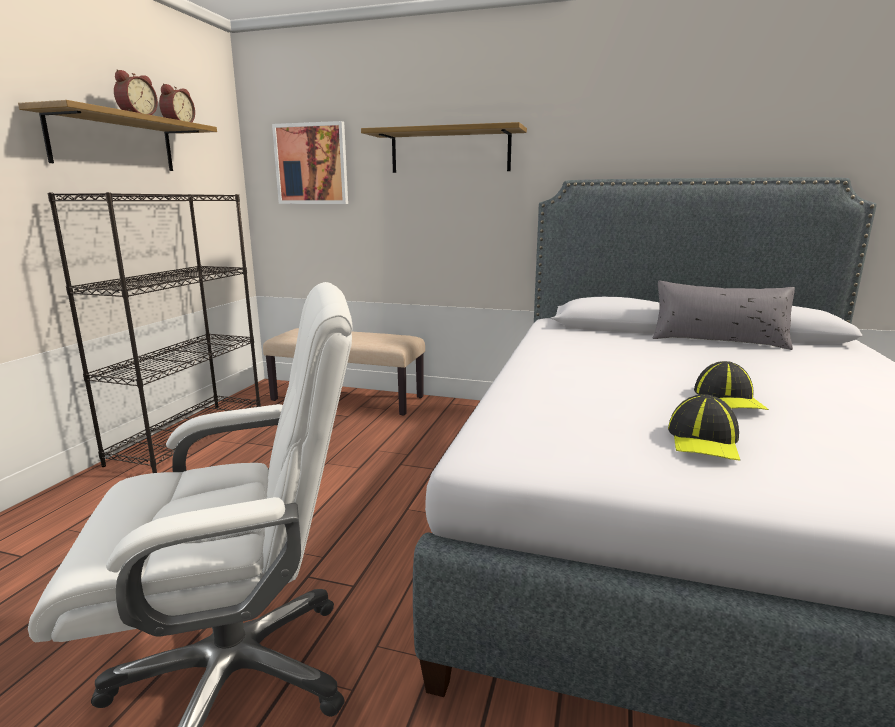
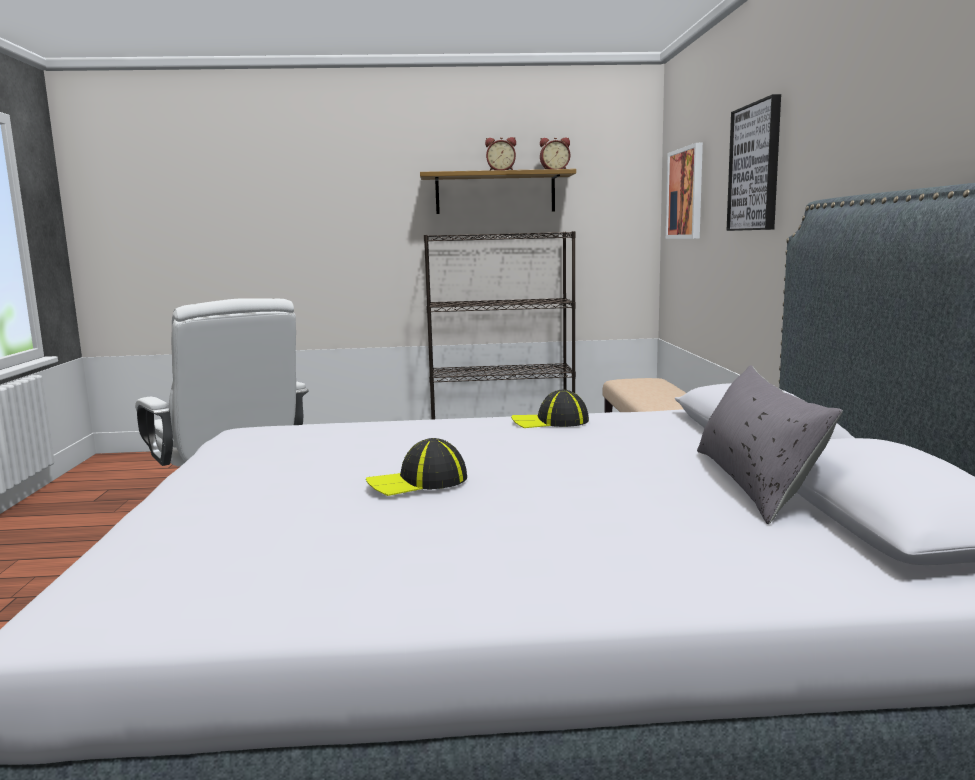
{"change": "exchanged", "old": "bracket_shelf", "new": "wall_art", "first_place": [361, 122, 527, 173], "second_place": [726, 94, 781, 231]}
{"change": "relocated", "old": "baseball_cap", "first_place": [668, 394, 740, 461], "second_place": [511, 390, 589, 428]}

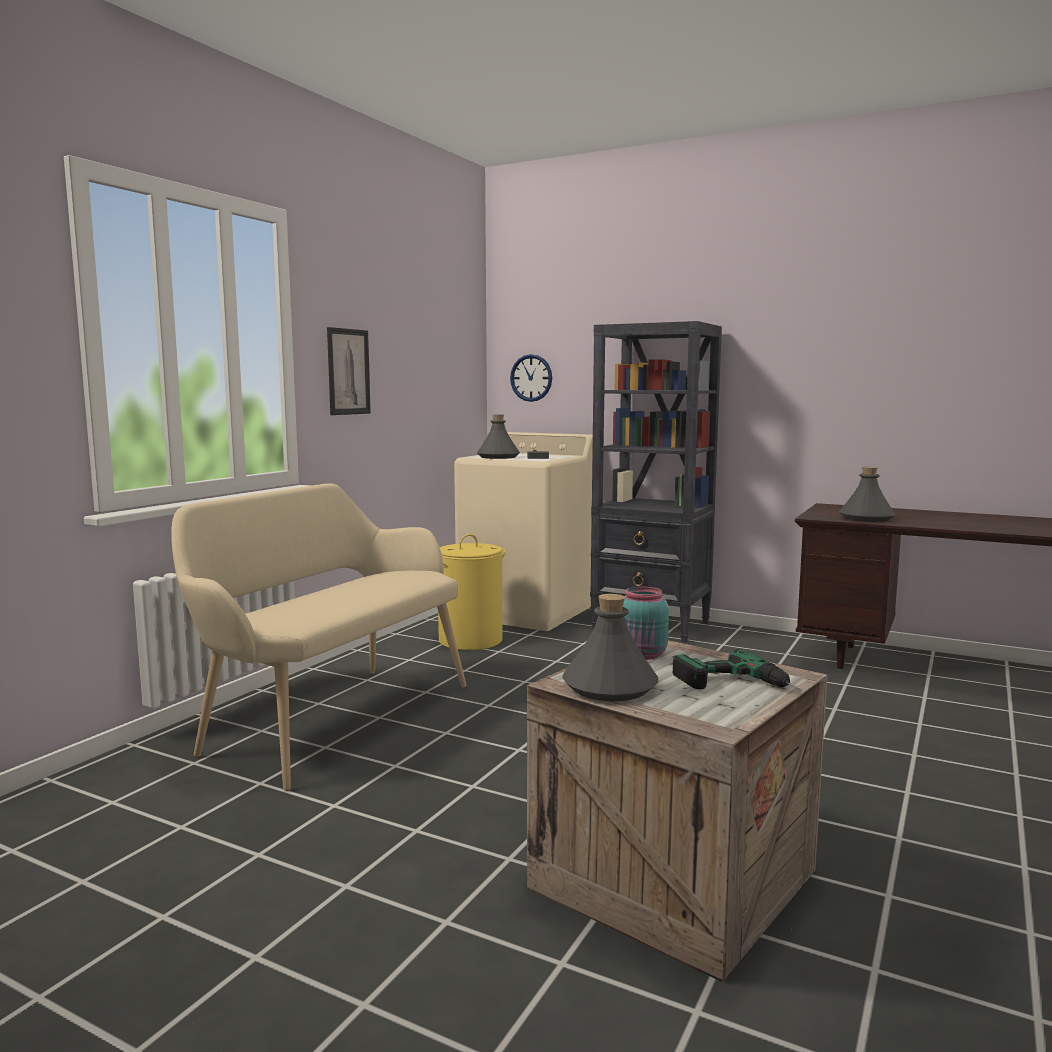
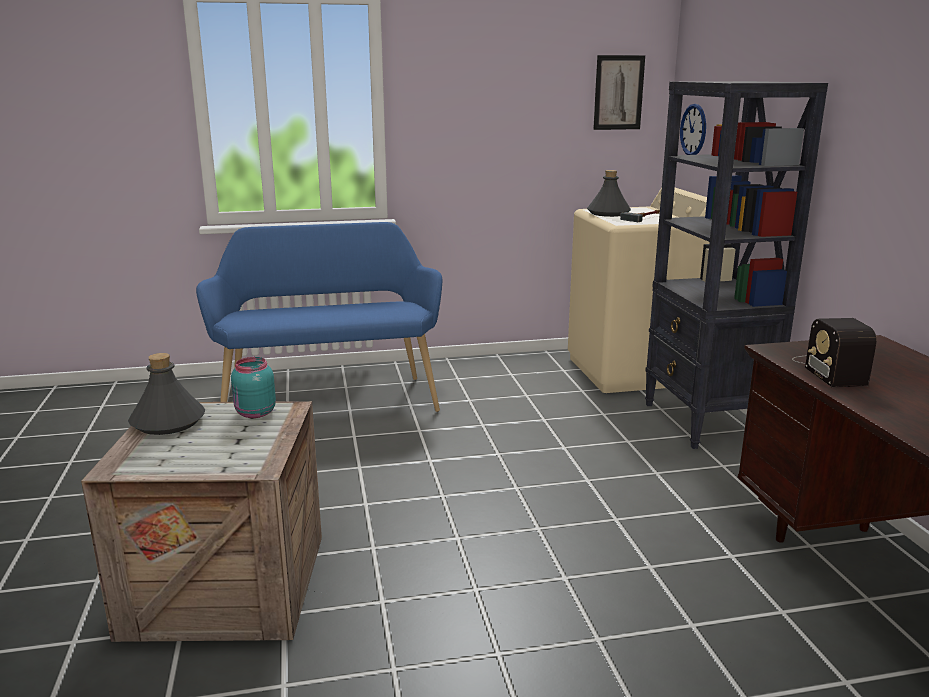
{"change": "relocated", "old": "wall_art", "first_place": [327, 327, 371, 415], "second_place": [593, 55, 645, 130]}
{"change": "exchanged", "old": "grey_bottle", "new": "radio_receiver", "first_place": [839, 467, 895, 522], "second_place": [792, 318, 877, 387]}
{"change": "colour", "old": "beige_long_seat", "new": "blue_long_seat", "first_place": [171, 483, 466, 791], "second_place": [196, 222, 442, 412]}
{"change": "missing", "old": "yellowish_laundry_basket", "first_place": [438, 534, 506, 650]}
{"change": "missing", "old": "drill", "first_place": [673, 649, 801, 690]}

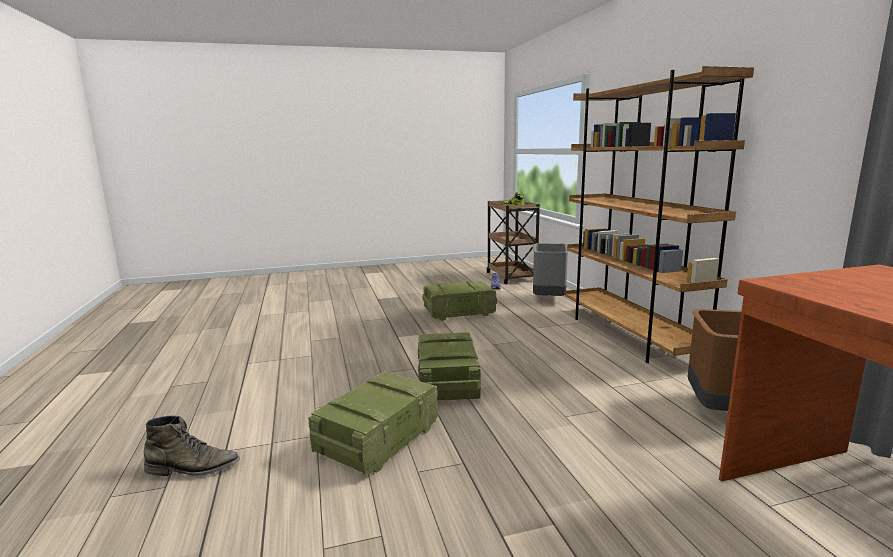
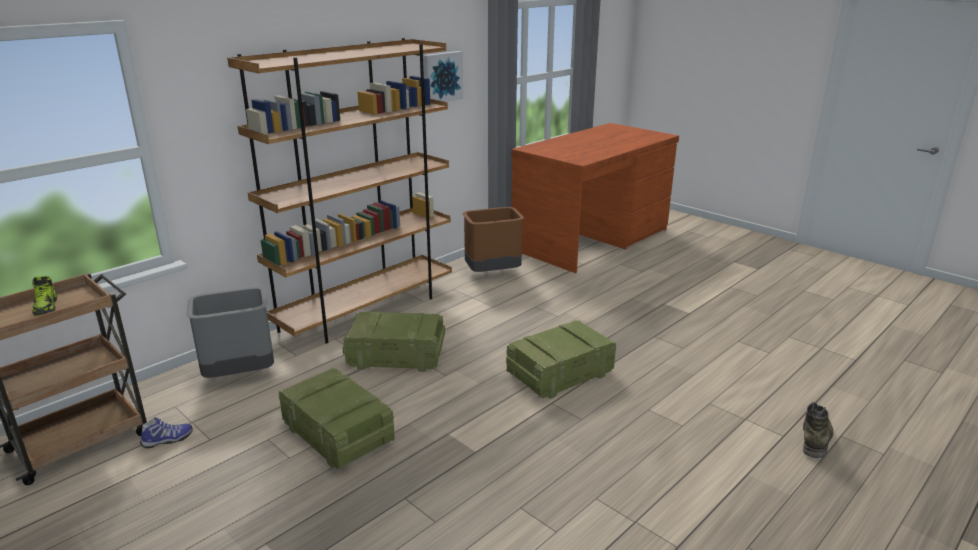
{"change": "relocated", "old": "crate", "first_place": [308, 371, 438, 475], "second_place": [342, 312, 445, 372]}
{"change": "spun", "old": "greenish_boot", "first_place": [144, 416, 240, 476], "second_place": [803, 402, 833, 458], "degrees": 60}
{"change": "appeared", "new": "wall_art", "second_place": [423, 51, 463, 102]}

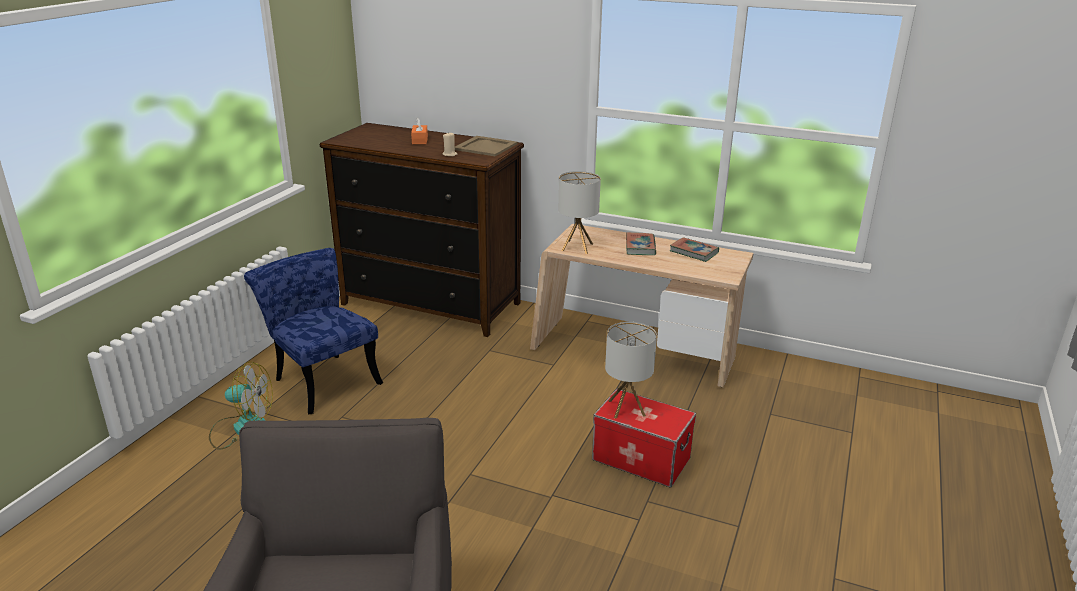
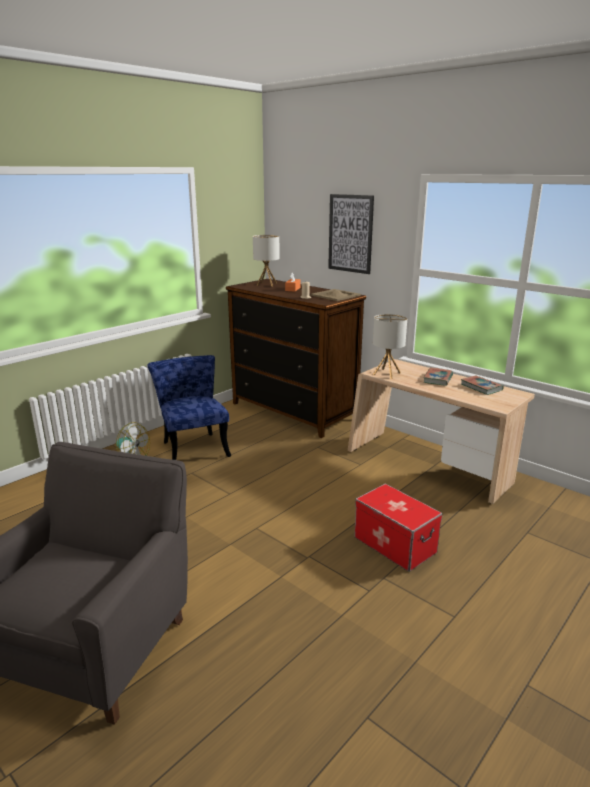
{"change": "relocated", "old": "tabletop_lamp", "first_place": [605, 322, 657, 418], "second_place": [253, 235, 280, 287]}
{"change": "appeared", "new": "wall_art", "second_place": [328, 194, 374, 274]}

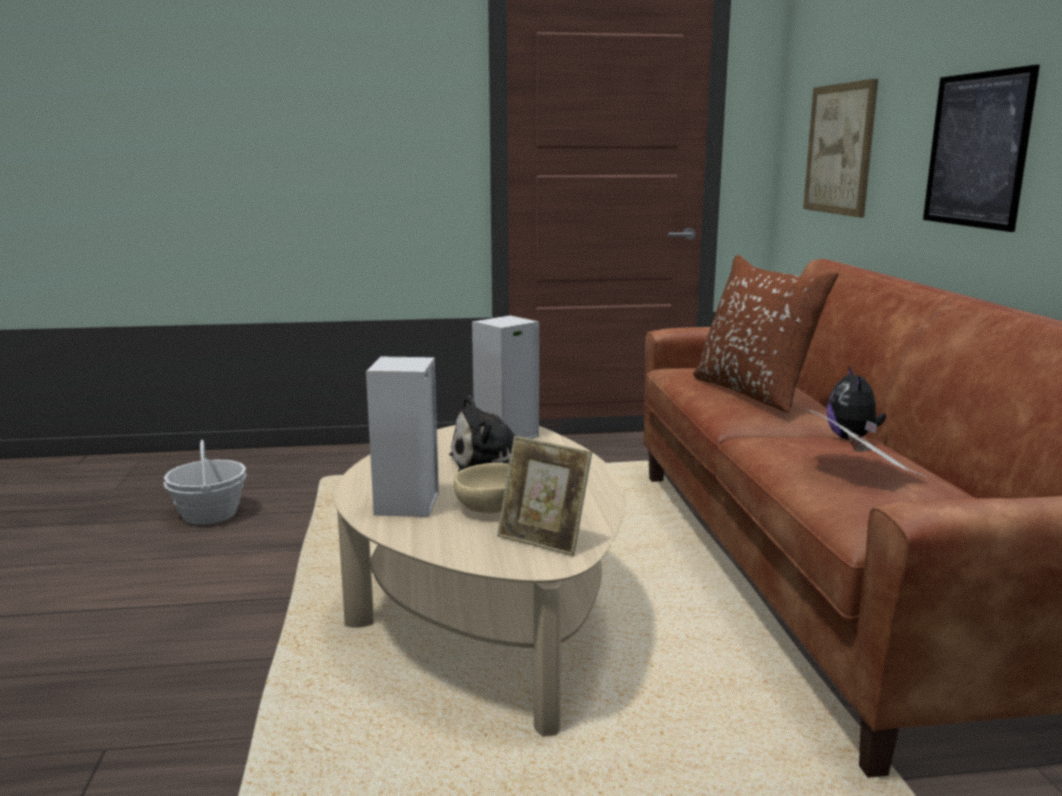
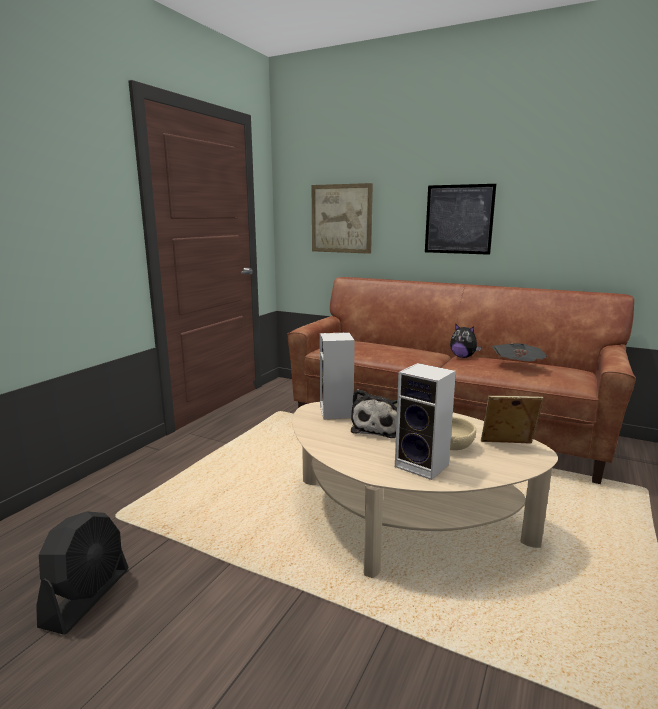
{"change": "missing", "old": "brown_throw_pillow", "first_place": [693, 255, 839, 413]}
{"change": "spun", "old": "standing_frame", "first_place": [497, 436, 592, 556], "second_place": [481, 396, 543, 444], "degrees": -150}
{"change": "exchanged", "old": "basket", "new": "black_cooling_fan", "first_place": [163, 440, 247, 525], "second_place": [36, 511, 128, 635]}

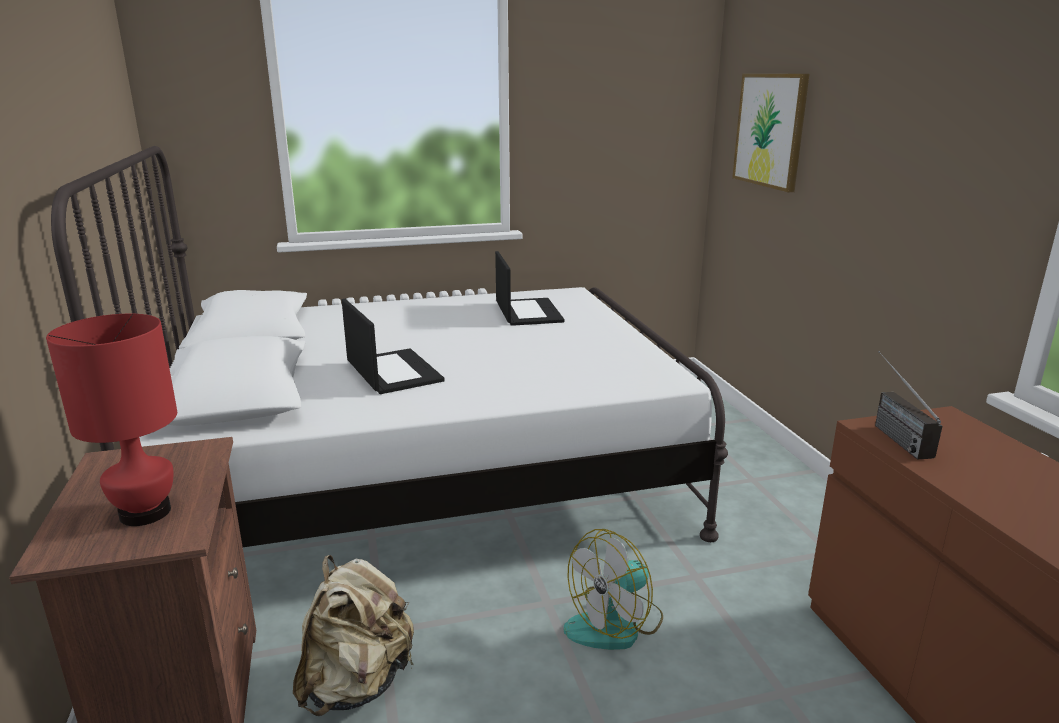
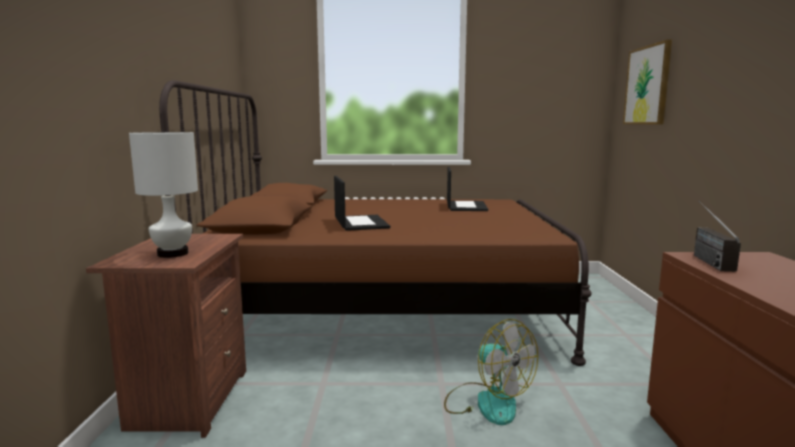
{"change": "colour", "old": "white-coloured_sleeping_bed", "new": "brown_sleeping_bed", "first_place": [51, 146, 728, 547], "second_place": [159, 80, 592, 366]}
{"change": "colour", "old": "red_tabletop_lamp", "new": "white-coloured_tabletop_lamp", "first_place": [46, 314, 177, 526], "second_place": [129, 132, 198, 258]}
{"change": "spun", "old": "cooling_fan", "first_place": [564, 529, 663, 650], "second_place": [444, 319, 538, 425], "degrees": -105}
{"change": "missing", "old": "beige_knapsack", "first_place": [293, 555, 414, 716]}

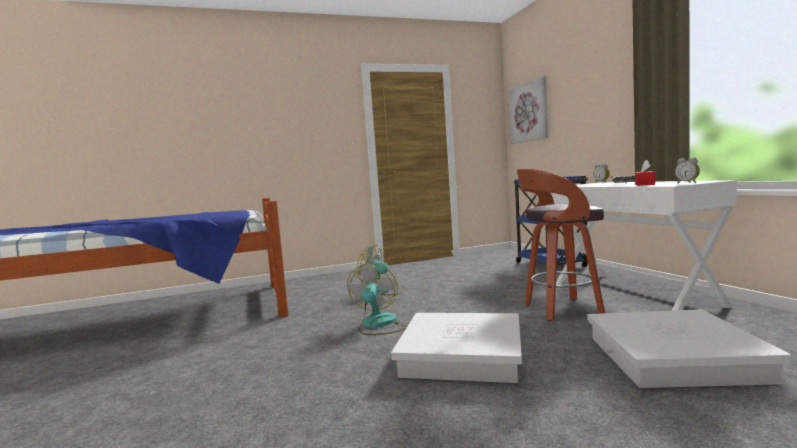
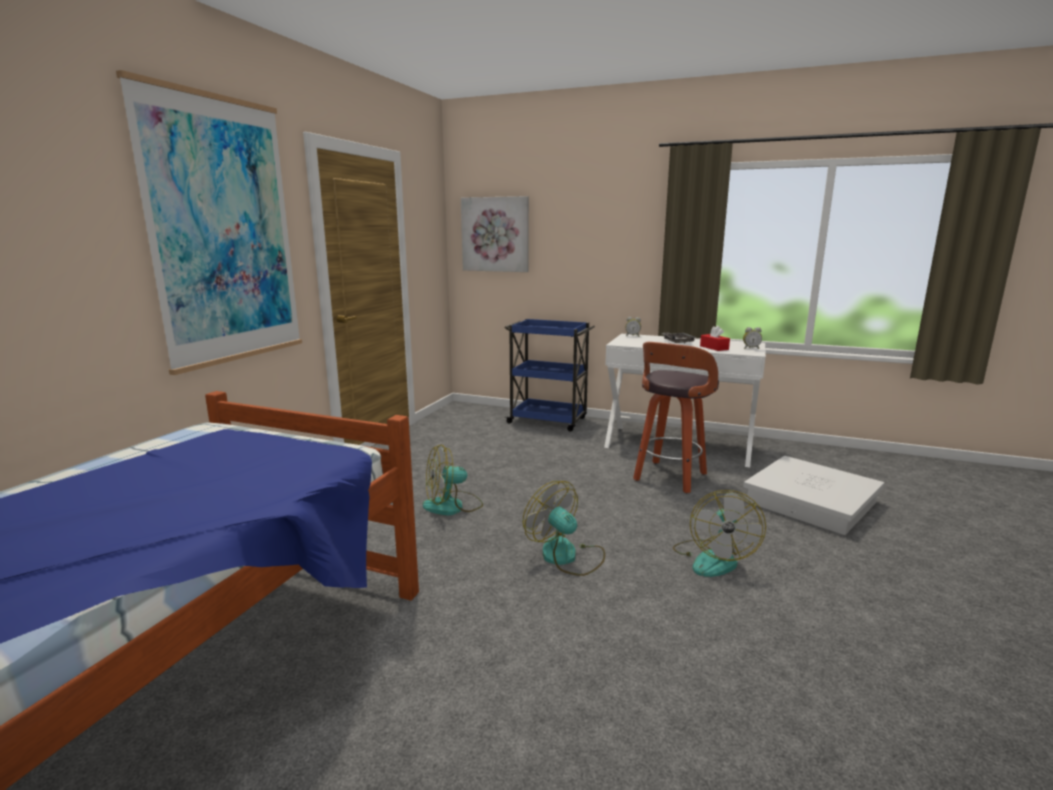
{"change": "exchanged", "old": "white-coloured_storage_box", "new": "cooling_fan", "first_place": [391, 313, 522, 383], "second_place": [673, 490, 766, 577]}
{"change": "appeared", "new": "wall_art", "second_place": [116, 70, 302, 375]}

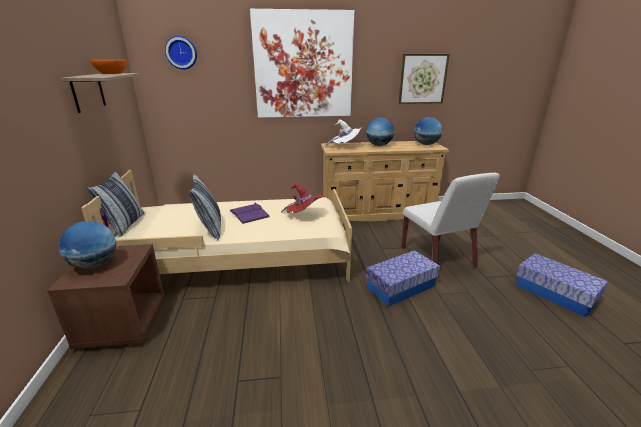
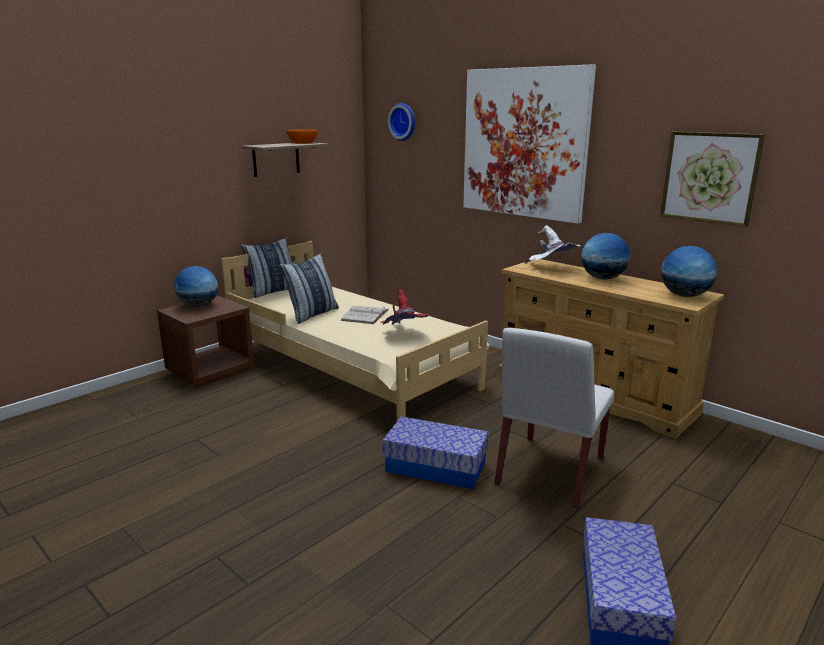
{"change": "colour", "old": "purplish_book", "new": "white-coloured_book", "first_place": [230, 203, 270, 224], "second_place": [340, 306, 388, 324]}

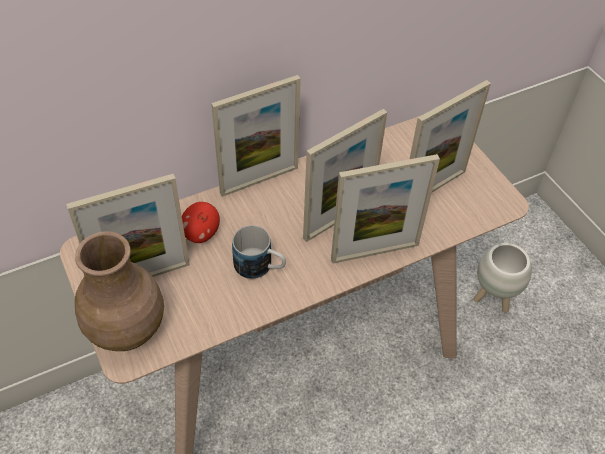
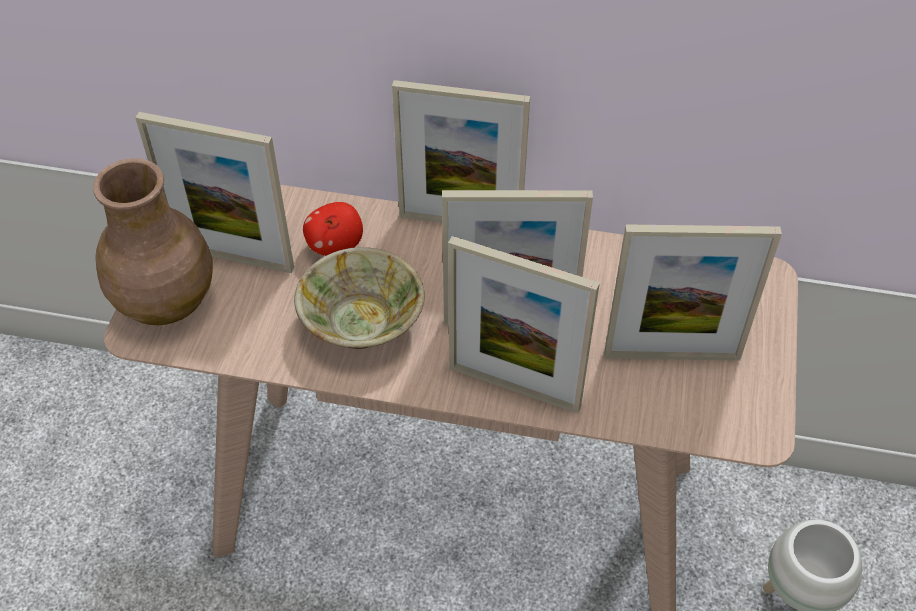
{"change": "exchanged", "old": "mug", "new": "beige_deep_dish", "first_place": [232, 225, 286, 279], "second_place": [294, 247, 425, 349]}

